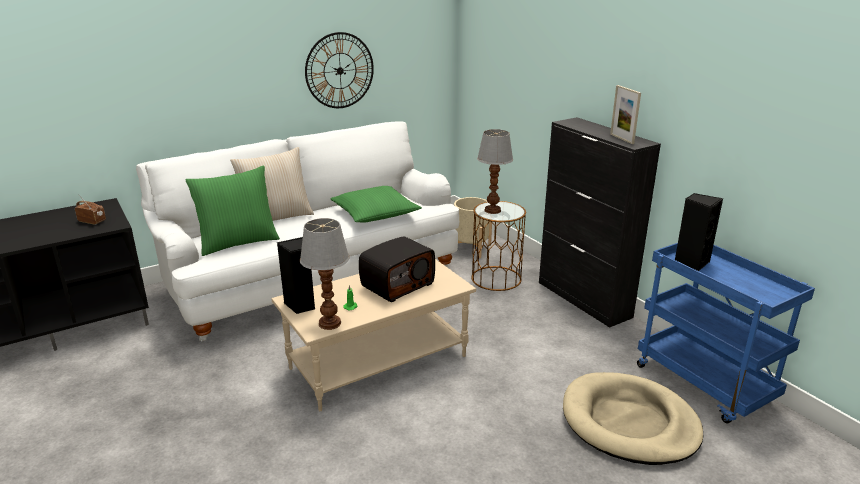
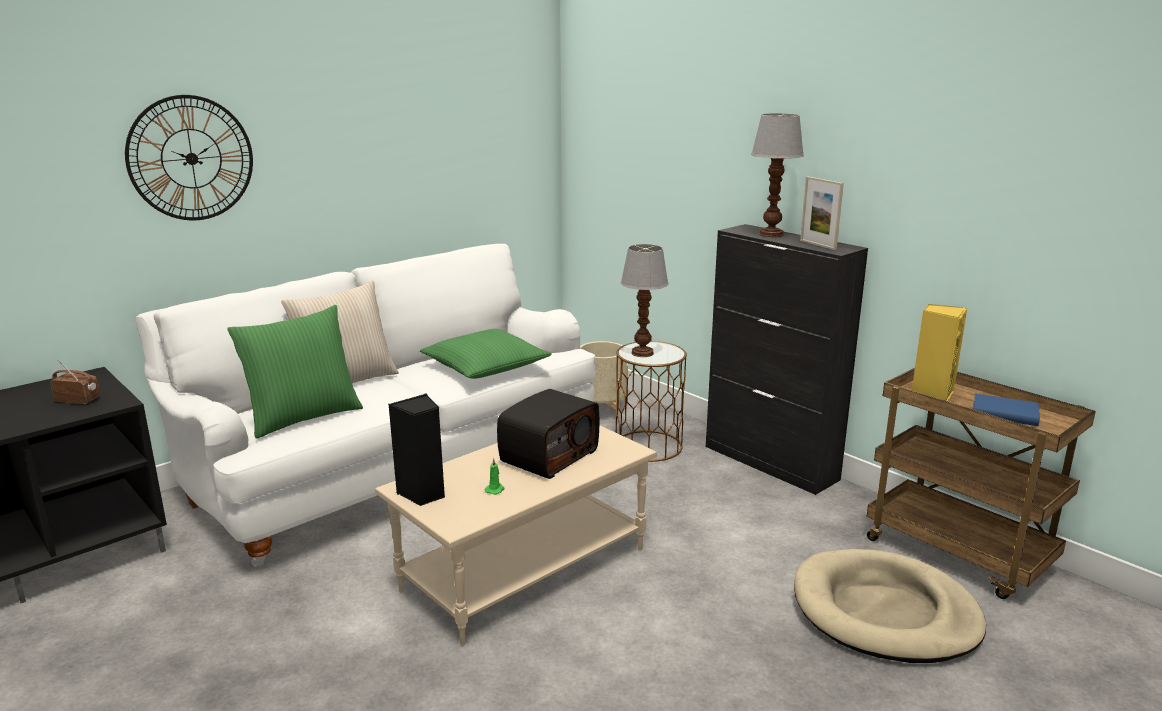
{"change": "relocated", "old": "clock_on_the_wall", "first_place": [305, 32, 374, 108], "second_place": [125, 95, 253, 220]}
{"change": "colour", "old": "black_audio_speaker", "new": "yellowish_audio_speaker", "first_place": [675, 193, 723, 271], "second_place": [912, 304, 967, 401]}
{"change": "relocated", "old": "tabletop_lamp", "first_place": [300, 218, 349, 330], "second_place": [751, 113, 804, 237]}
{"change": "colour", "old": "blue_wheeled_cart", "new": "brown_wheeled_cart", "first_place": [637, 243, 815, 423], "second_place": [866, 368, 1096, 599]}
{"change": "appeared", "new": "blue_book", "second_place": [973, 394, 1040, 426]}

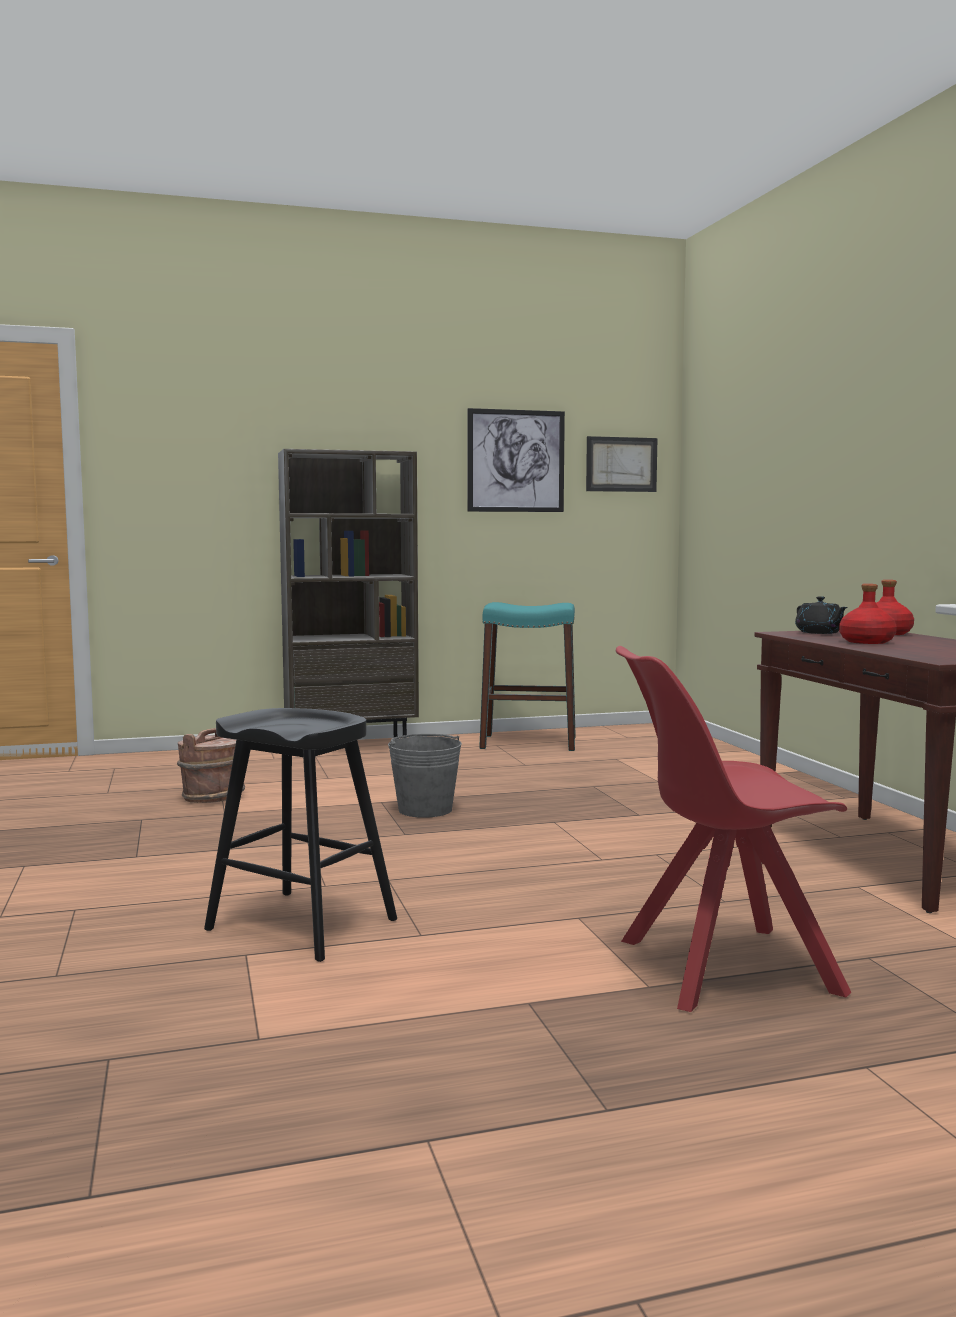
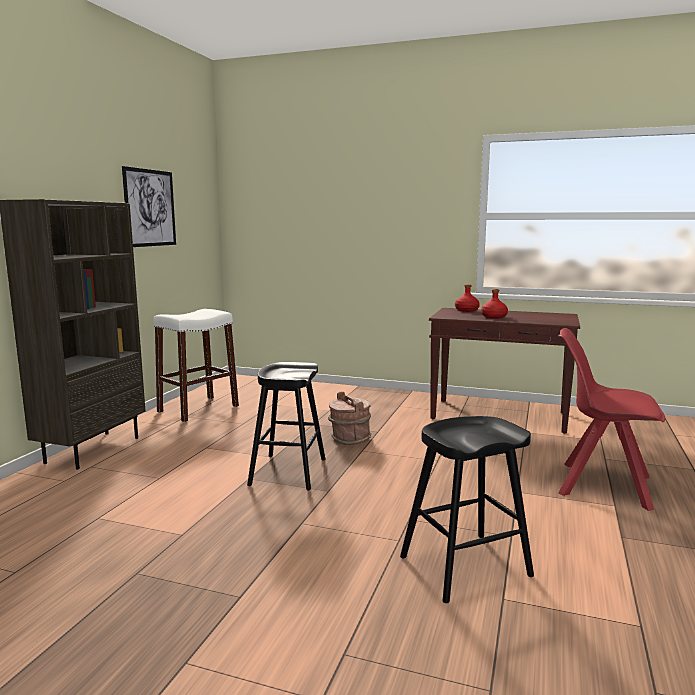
{"change": "missing", "old": "wall_art", "first_place": [586, 436, 658, 492]}
{"change": "missing", "old": "black_pot_for_tea", "first_place": [795, 596, 848, 634]}
{"change": "colour", "old": "turquoise-coloured_stool_seat", "new": "white-coloured_stool_seat", "first_place": [479, 602, 576, 751], "second_place": [153, 309, 239, 422]}
{"change": "spun", "old": "red_plain_chair", "first_place": [616, 646, 851, 1012], "second_place": [558, 328, 665, 511], "degrees": 90}
{"change": "relocated", "old": "brown_water_bucket", "first_place": [177, 728, 245, 803], "second_place": [328, 391, 371, 445]}
{"change": "exchanged", "old": "grey_water_bucket", "new": "black_stool_seat", "first_place": [388, 734, 462, 818], "second_place": [247, 362, 326, 490]}

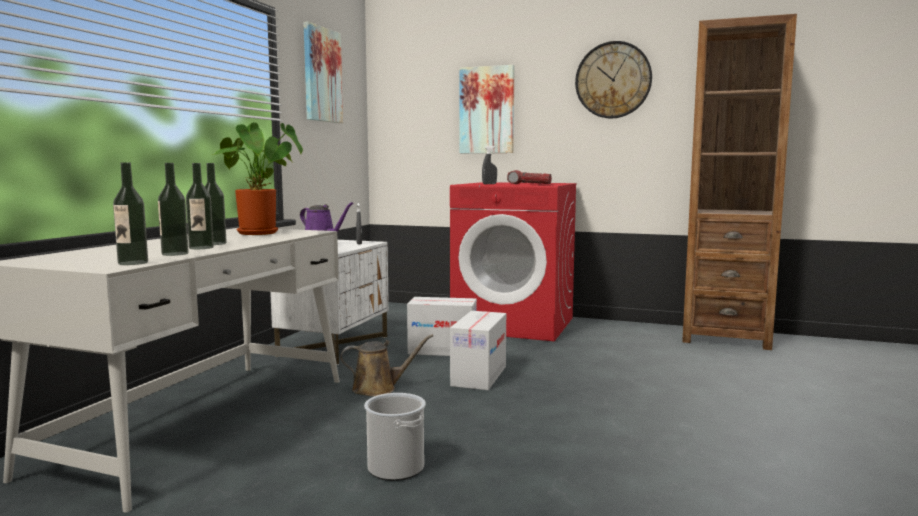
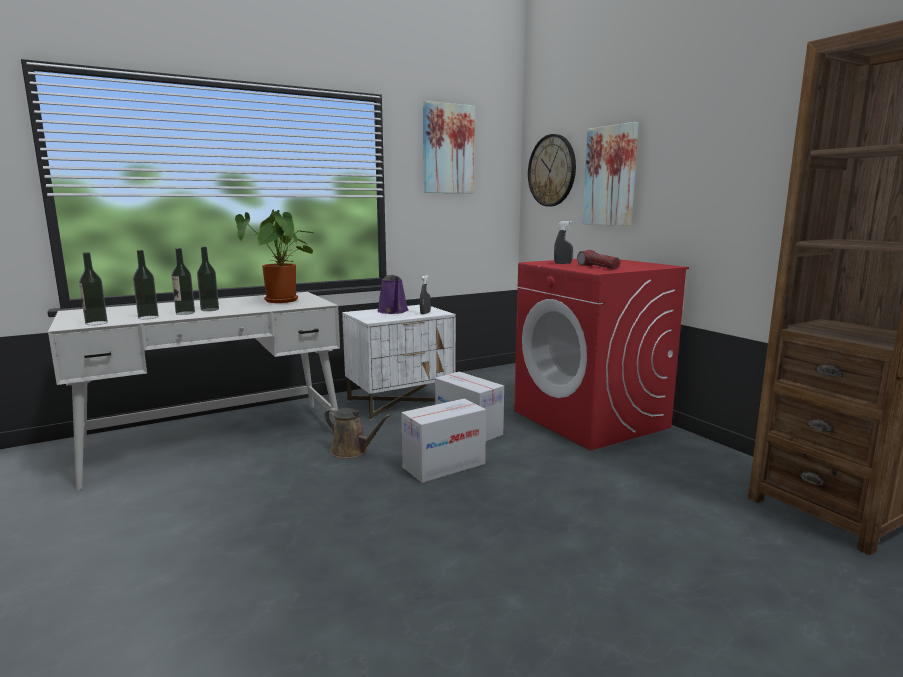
{"change": "relocated", "old": "clock_on_the_wall", "first_place": [575, 41, 652, 118], "second_place": [528, 134, 576, 206]}
{"change": "missing", "old": "water_bucket", "first_place": [364, 393, 426, 481]}

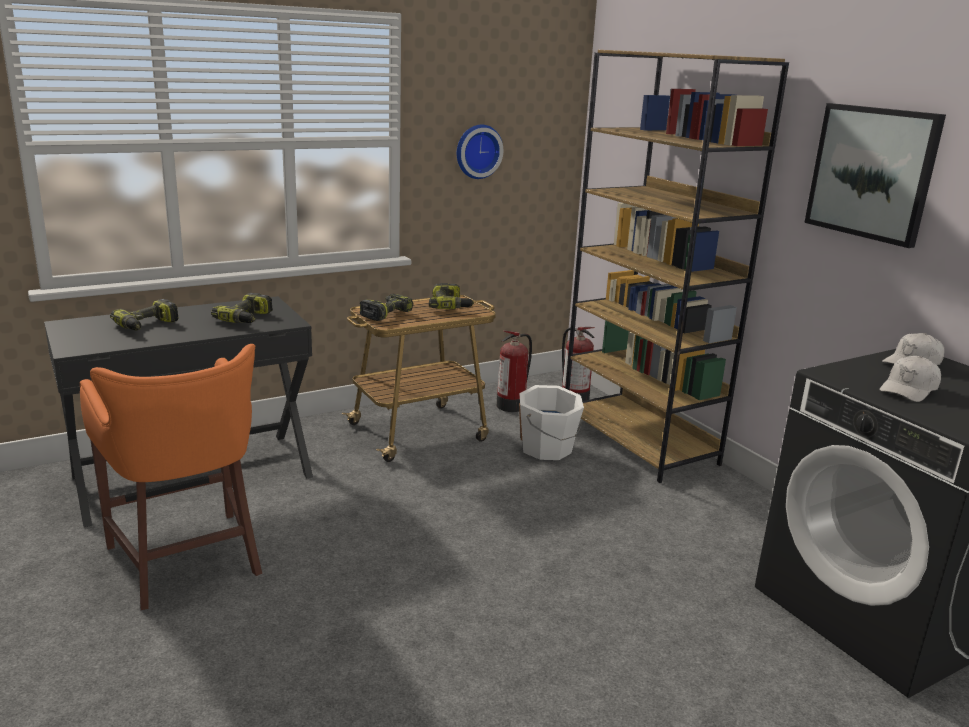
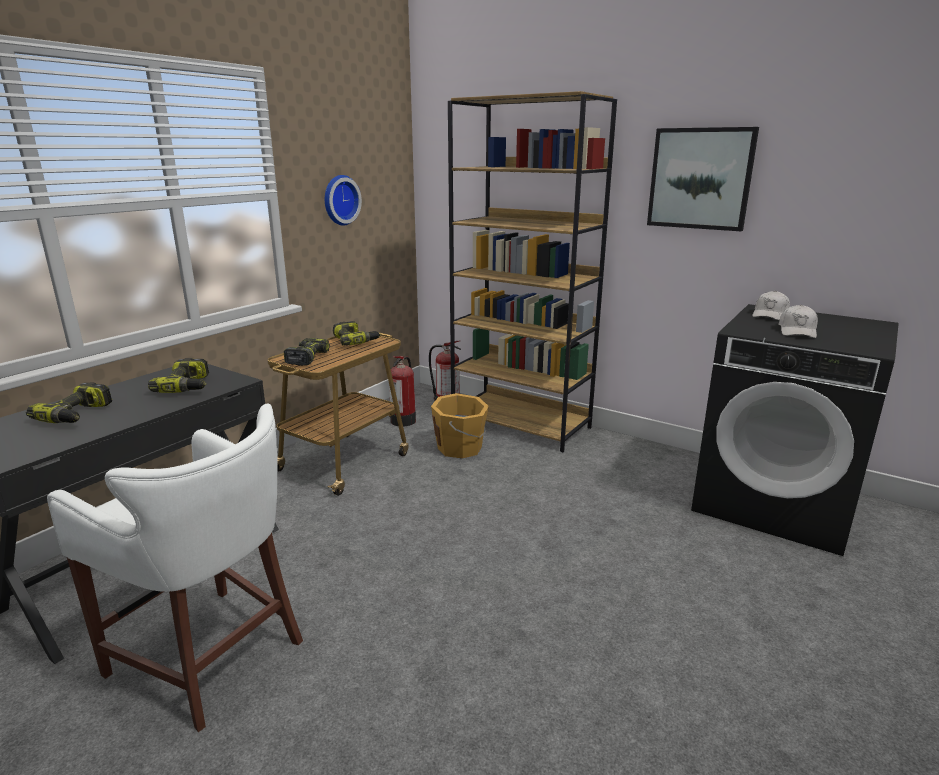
{"change": "colour", "old": "orange-coloured_stool_seat", "new": "white-coloured_stool_seat", "first_place": [80, 344, 262, 610], "second_place": [47, 403, 303, 732]}
{"change": "colour", "old": "white-coloured_water_bucket", "new": "orange-coloured_water_bucket", "first_place": [519, 385, 584, 460], "second_place": [431, 393, 489, 459]}

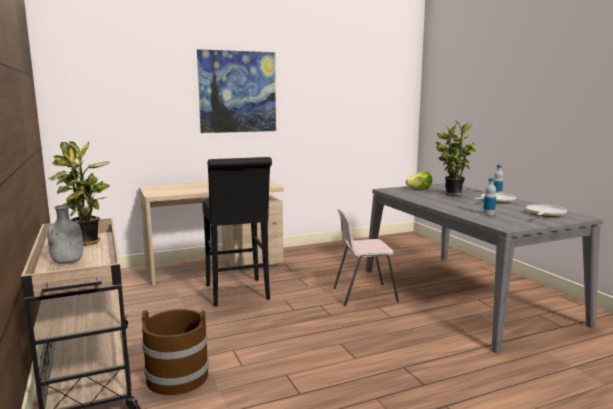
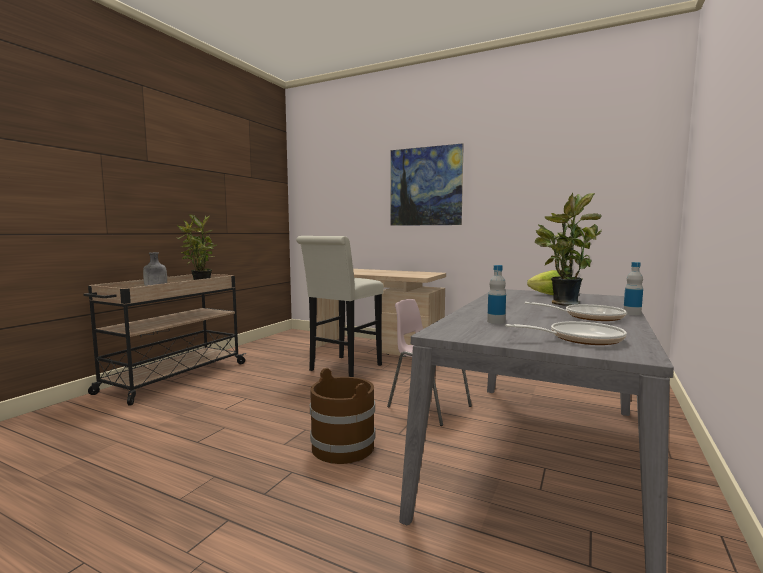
{"change": "colour", "old": "black_stool_seat", "new": "white-coloured_stool_seat", "first_place": [203, 157, 272, 307], "second_place": [296, 236, 384, 377]}
{"change": "relocated", "old": "brown_water_bucket", "first_place": [142, 309, 209, 395], "second_place": [310, 368, 375, 464]}

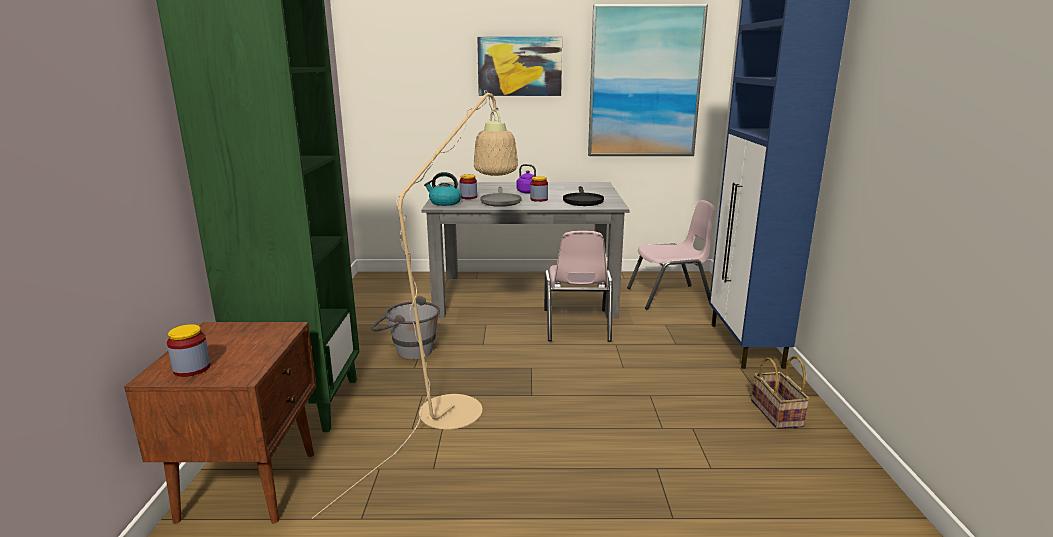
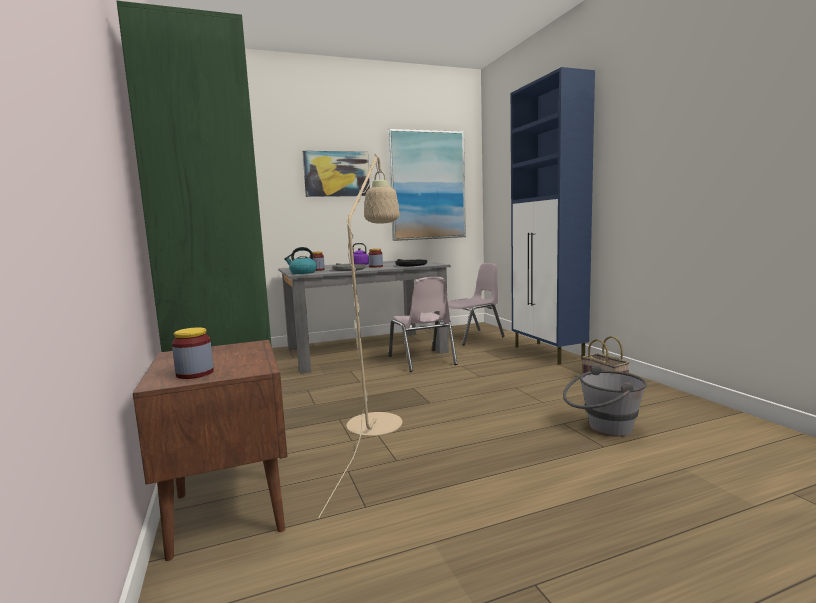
{"change": "relocated", "old": "grey_water_bucket", "first_place": [371, 296, 440, 360], "second_place": [563, 364, 647, 437]}

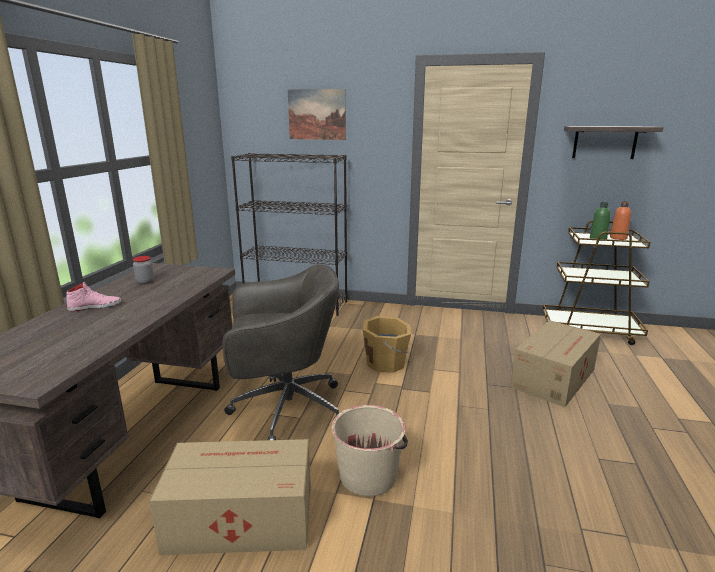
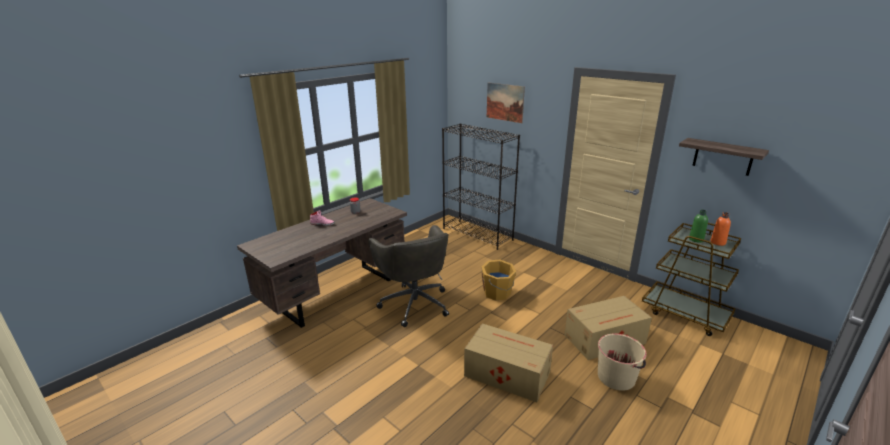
{"change": "spun", "old": "grey_office_chair", "first_place": [223, 264, 339, 440], "second_place": [368, 225, 449, 327], "degrees": 45}
{"change": "relocated", "old": "beige_water_bucket", "first_place": [332, 405, 408, 496], "second_place": [598, 333, 647, 391]}
{"change": "relocated", "old": "packing_box", "first_place": [149, 439, 311, 555], "second_place": [464, 324, 553, 402]}

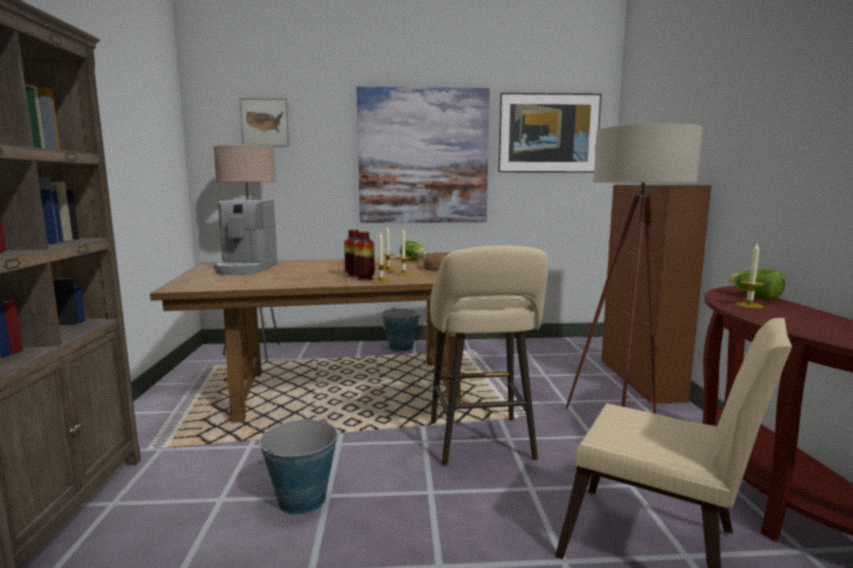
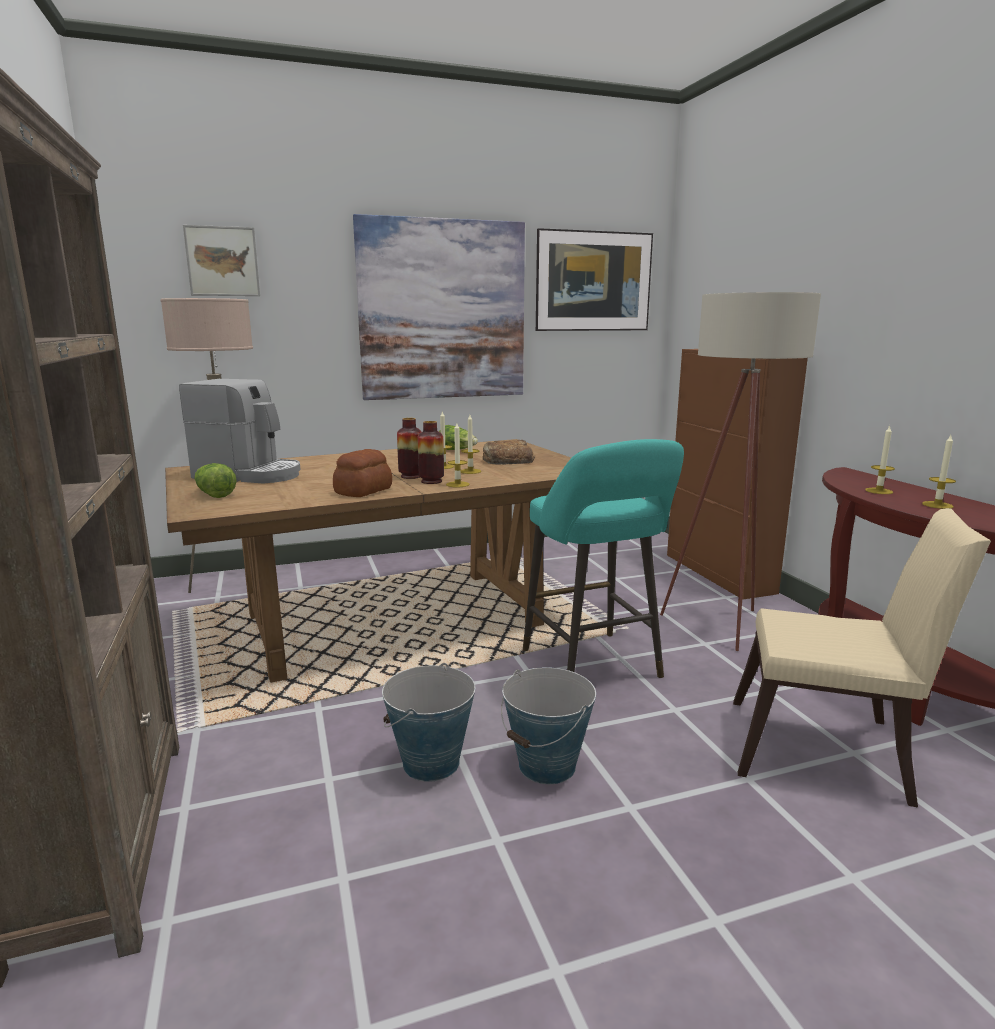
{"change": "spun", "old": "coffee_brewer", "first_place": [213, 200, 277, 275], "second_place": [179, 379, 300, 484], "degrees": -60}
{"change": "colour", "old": "beige_stool_seat", "new": "turquoise-coloured_stool_seat", "first_place": [430, 245, 548, 465], "second_place": [523, 439, 684, 678]}
{"change": "relocated", "old": "lettuce_head", "first_place": [729, 269, 786, 300], "second_place": [194, 463, 237, 498]}
{"change": "relocated", "old": "water_bucket", "first_place": [382, 307, 420, 351], "second_place": [501, 667, 596, 784]}
{"change": "appeared", "new": "wax_light", "second_place": [922, 435, 956, 509]}
{"change": "appeared", "new": "baked_bread", "second_place": [333, 449, 392, 497]}

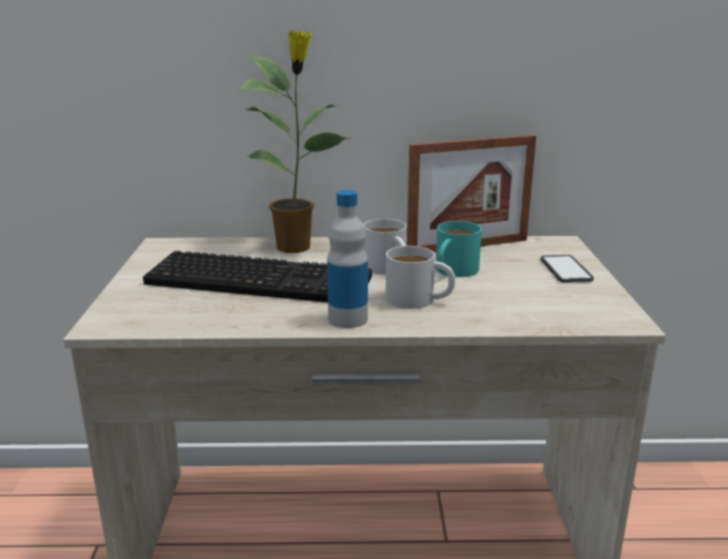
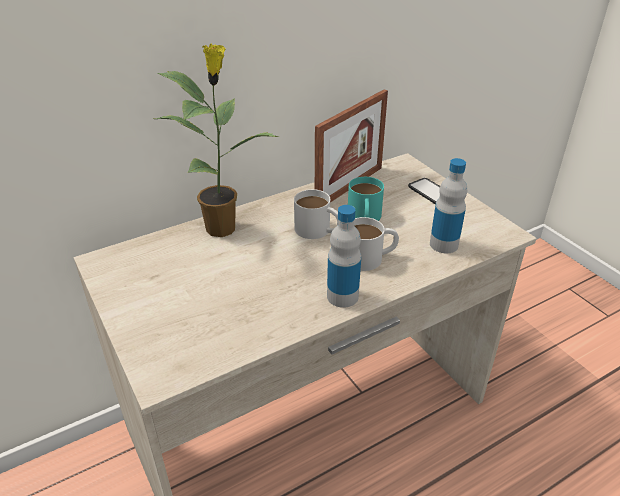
{"change": "missing", "old": "keyboard", "first_place": [143, 251, 372, 302]}
{"change": "appeared", "new": "bottle", "second_place": [430, 158, 467, 253]}

